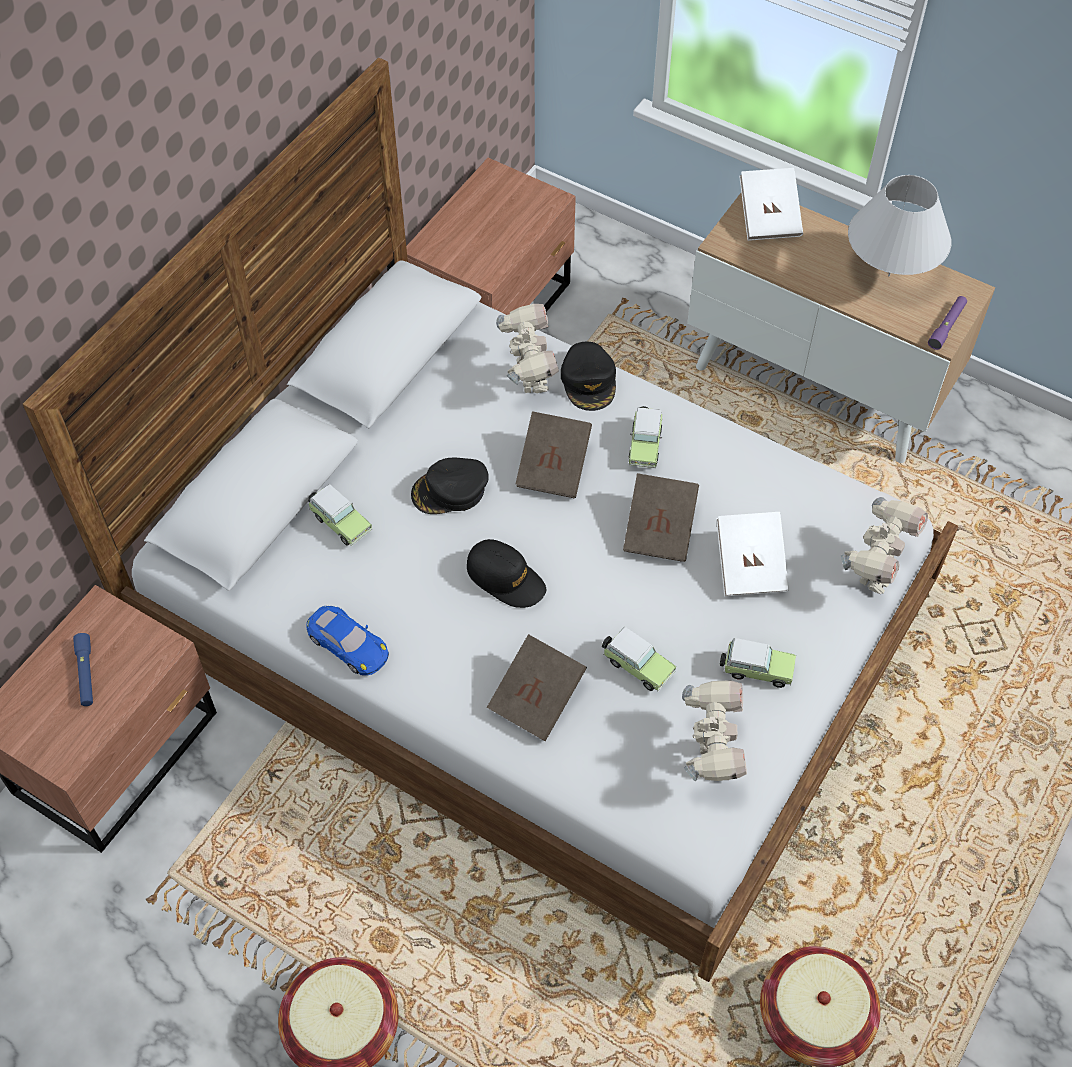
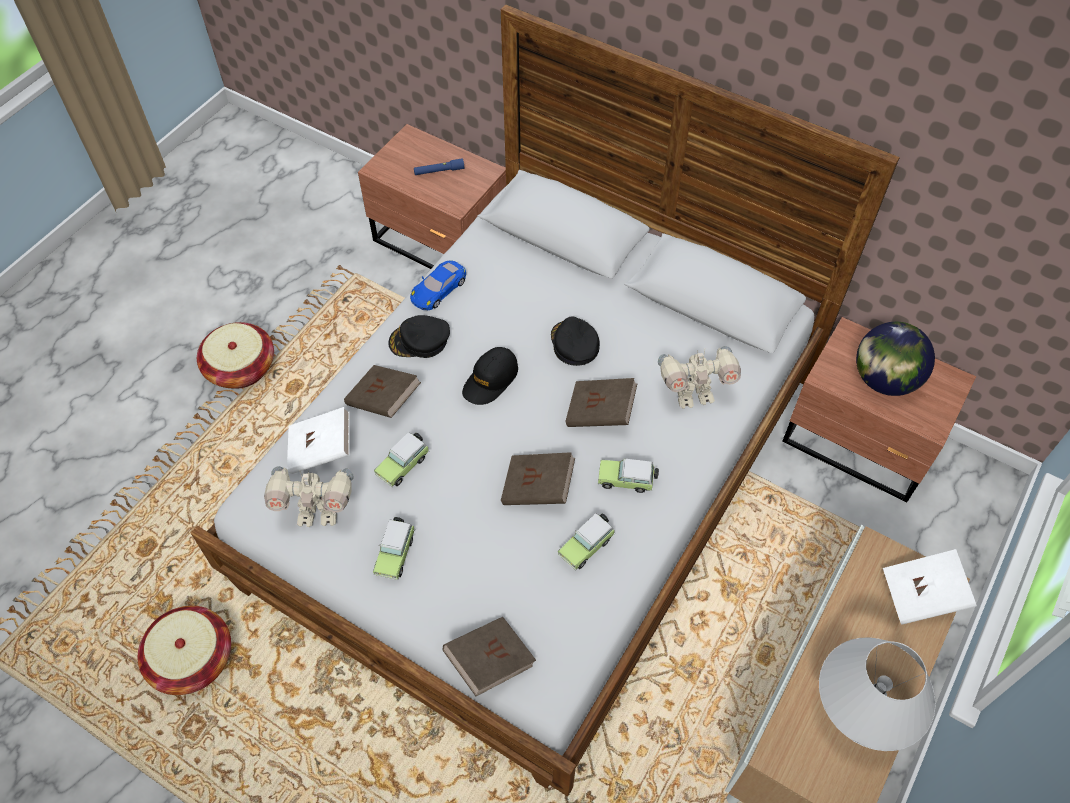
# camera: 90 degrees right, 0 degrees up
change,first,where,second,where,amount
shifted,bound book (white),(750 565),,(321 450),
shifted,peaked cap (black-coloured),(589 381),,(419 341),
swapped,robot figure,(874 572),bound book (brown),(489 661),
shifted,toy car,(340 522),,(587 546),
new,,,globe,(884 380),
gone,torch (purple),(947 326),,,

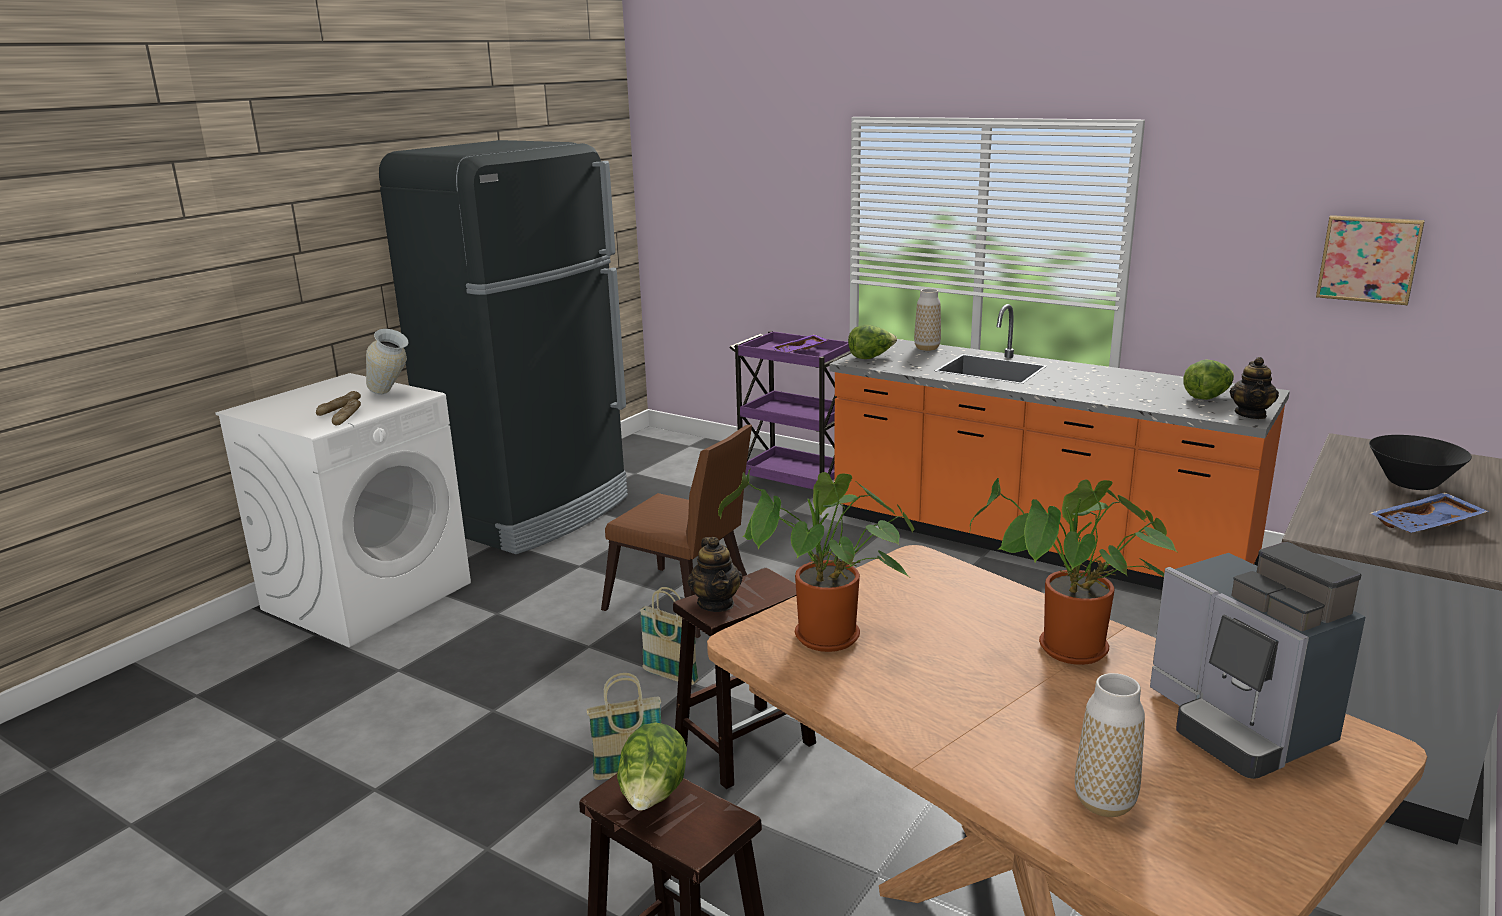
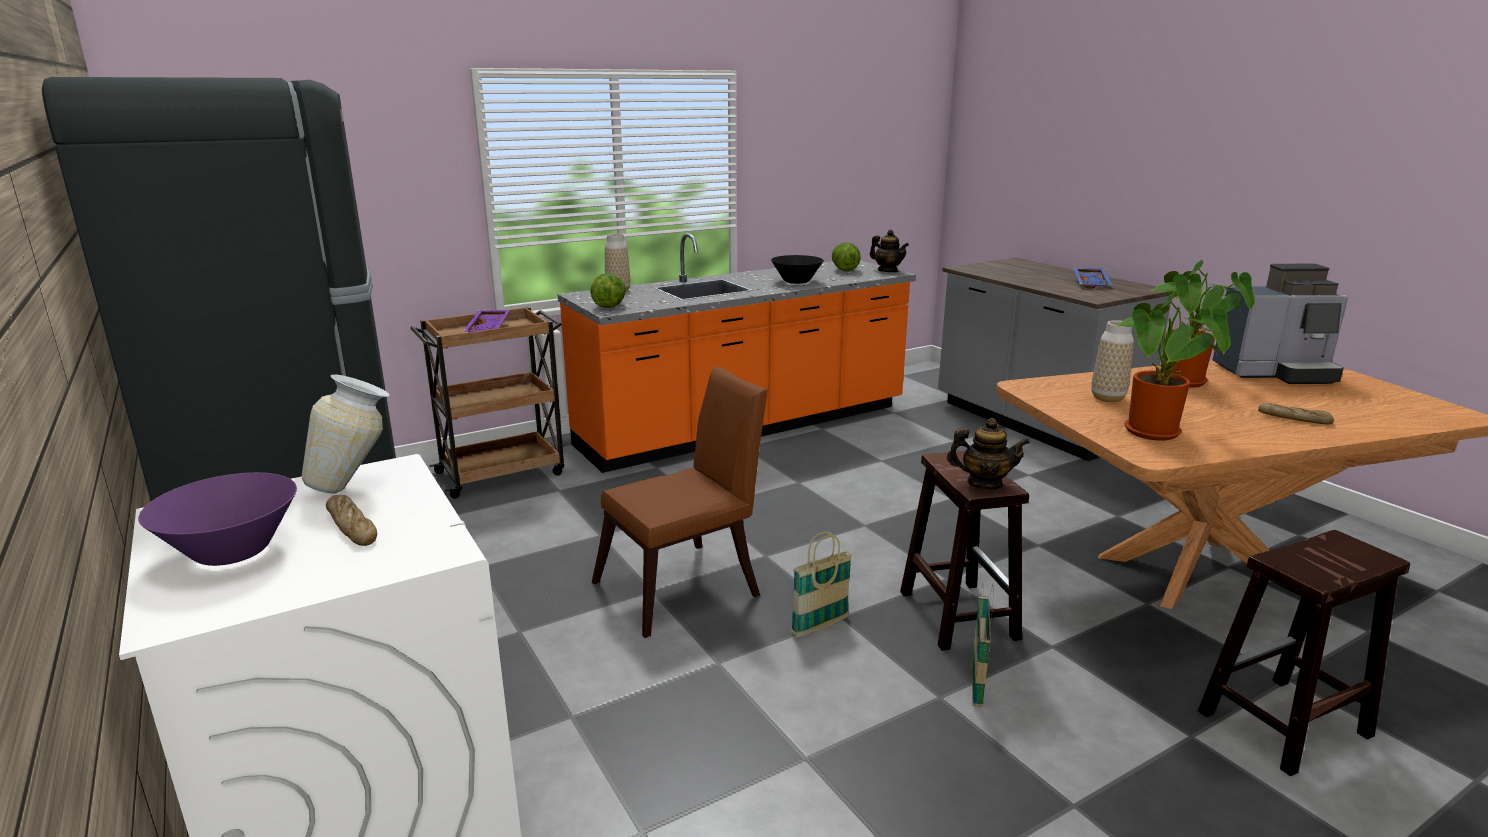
# camera: 65 degrees left, 0 degrees up
change,first,where,second,where,amount
new,,,serving bowl (purple),(232 551),
repainted,wheeled cart (purple),(796 482),wheeled cart (brown),(502 473),
shifted,serving bowl (black-coloured),(1412 483),,(797 281),
shifted,flower vase,(1104 802),,(1107 398),
shifted,baked bread,(347 417),,(1294 419),
gone,lettuce head,(653 796),,,
gone,wall picture,(1369 259),,,

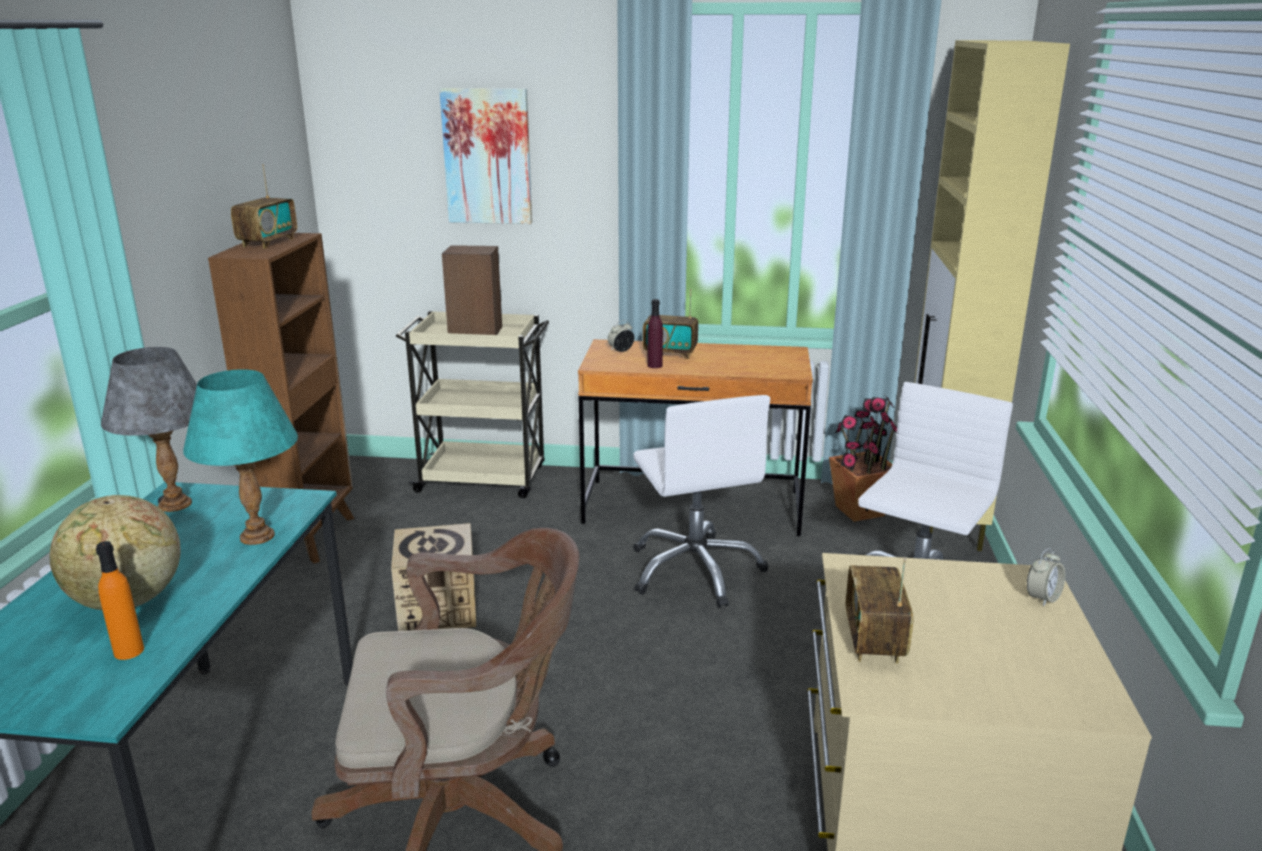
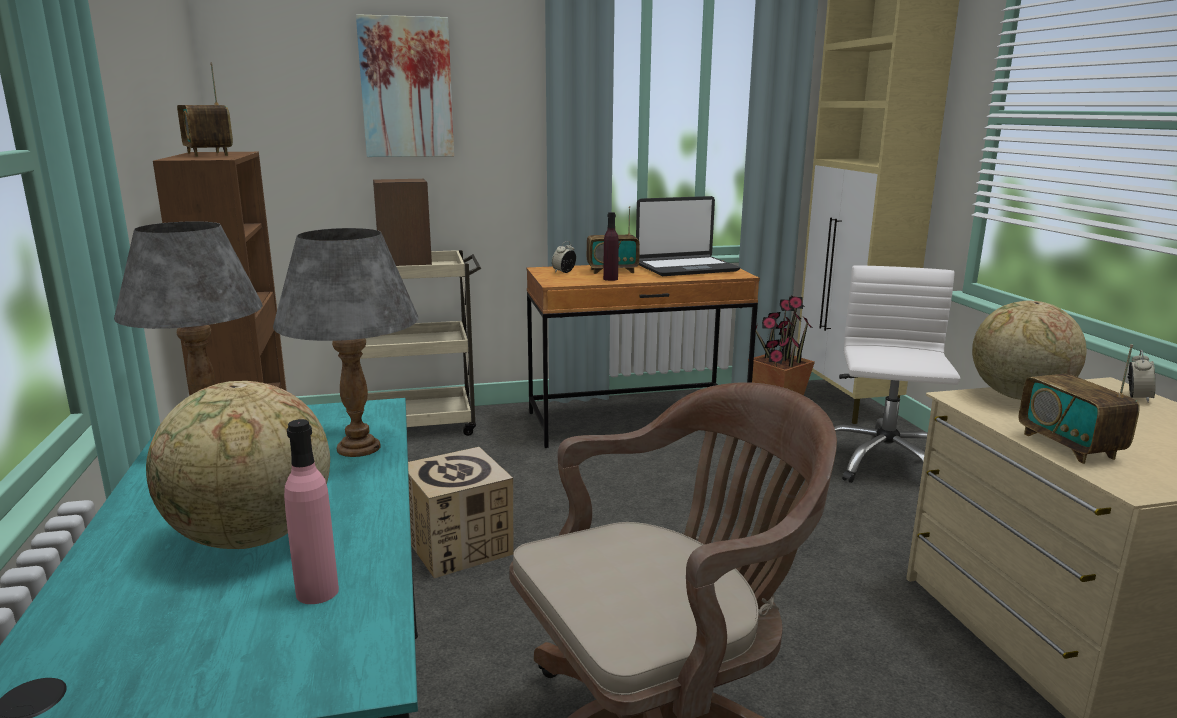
# camera: 20 degrees left, 5 degrees down
change,first,where,second,where,amount
rotated,radio receiver,(268 242),,(208 154),150 degrees clockwise
repainted,tabletop lamp (turquoise),(258 536),tabletop lamp (gray),(359 447),
repainted,bottle (orangey),(129 651),bottle (pink-coloured),(317 592),
new,,,laptop,(685 268),
new,,,globe,(1018 397),
gone,office chair (white),(696 570),,,

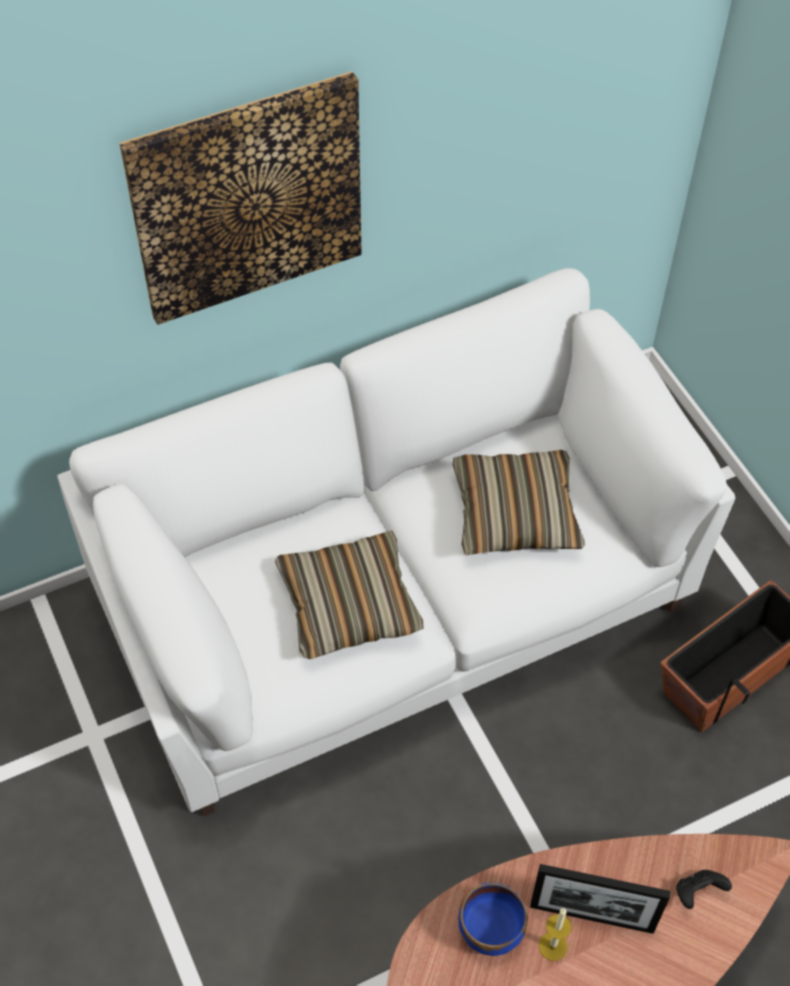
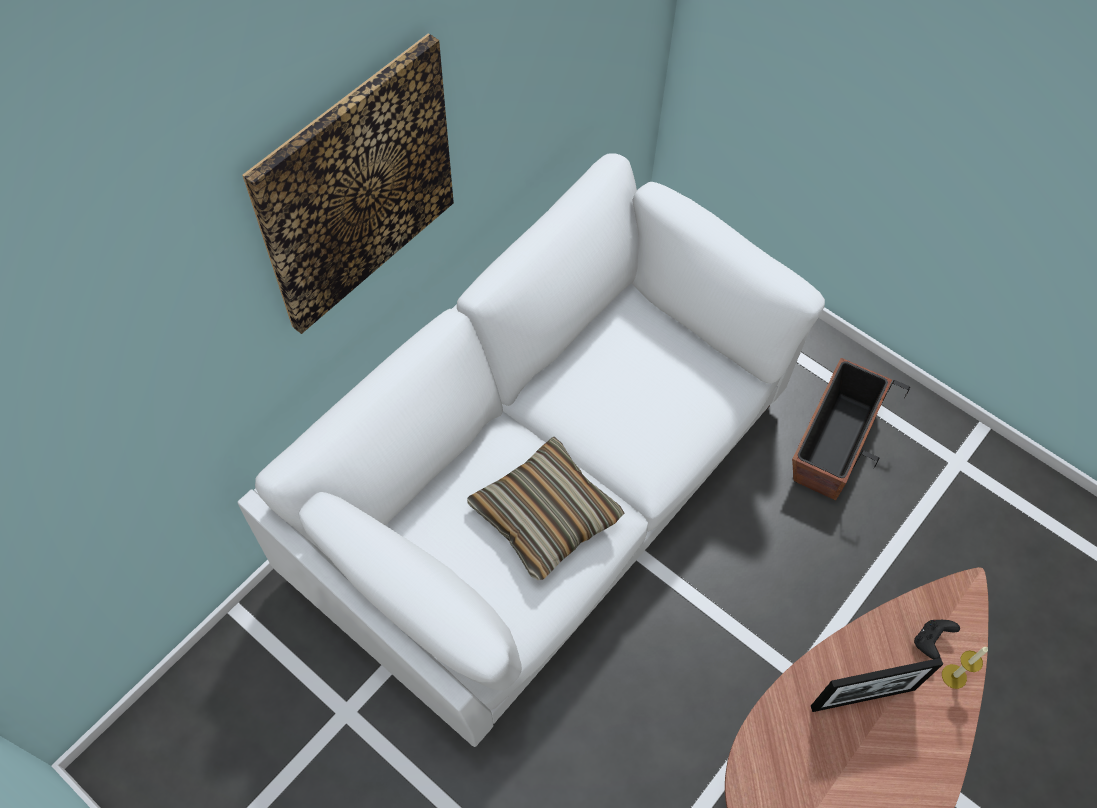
# camera: 25 degrees left, 5 degrees up
change,first,where,second,where,amount
shifted,candle,(553 946),,(954 676),
gone,pillow,(515 513),,,
gone,serving bowl (blue),(490 930),,,

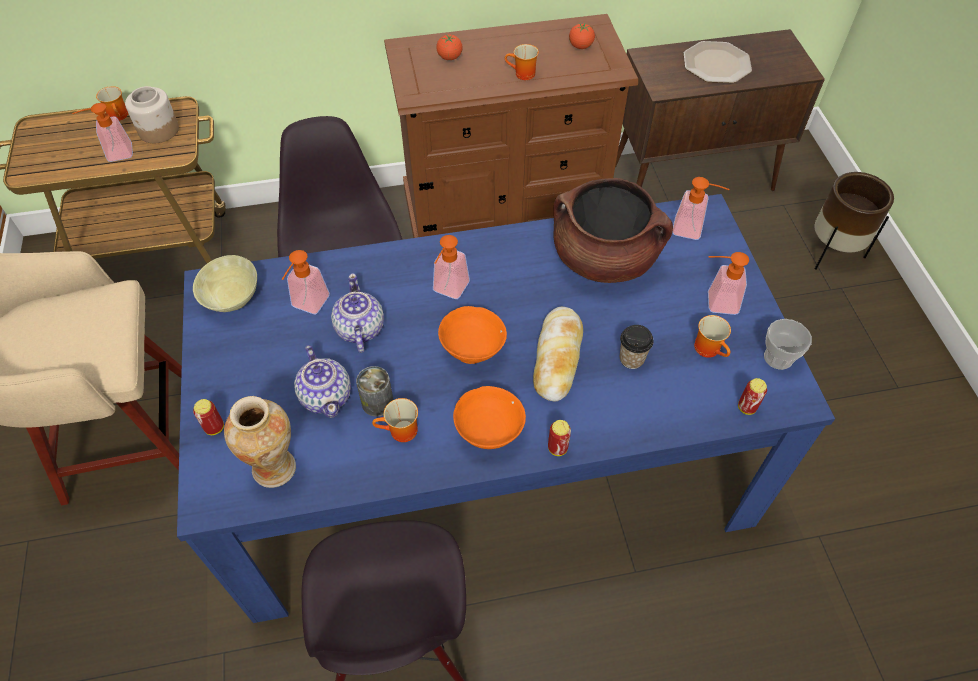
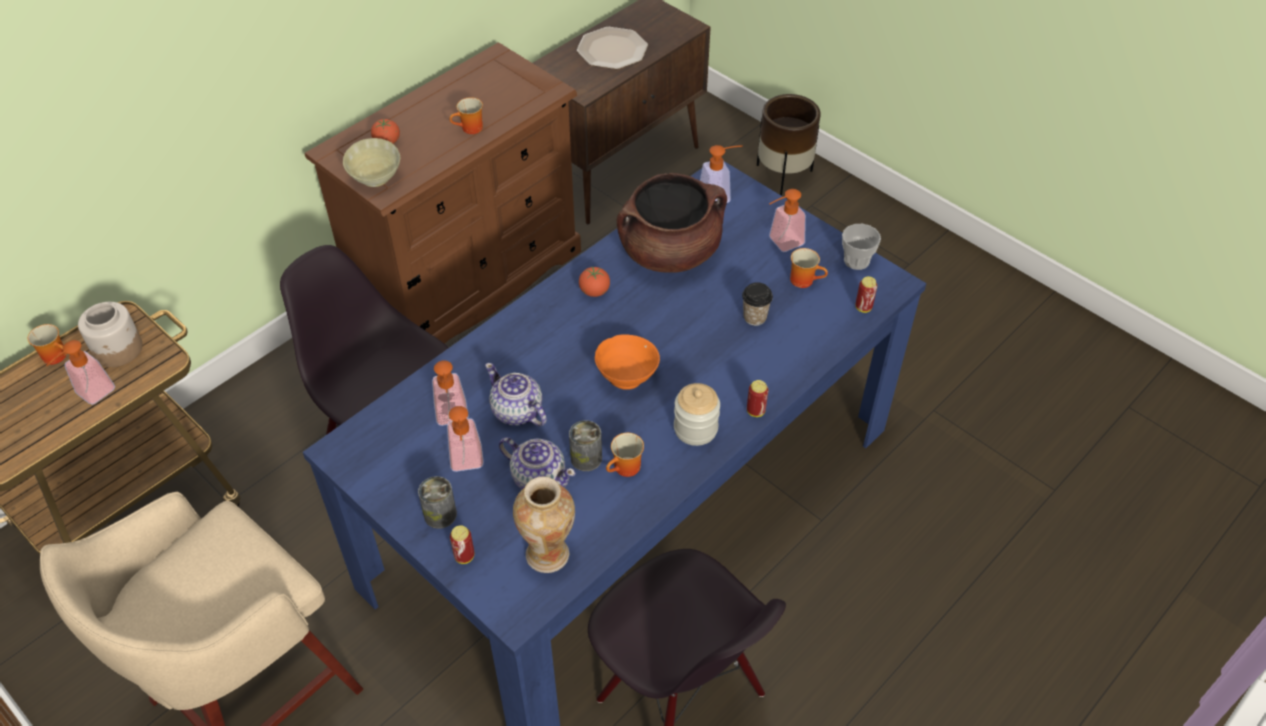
# camera: 35 degrees left, 5 degrees down
change,first,where,second,where,amount
shifted,serving bowl (beige),(232 300),,(375 179),
new,,,metal can,(440 514),
shifted,liquid soap bottle,(448 291),,(467 464),
shifted,tomato,(580 46),,(594 291),
swapped,serving bowl (orangey),(490 432),storage jar,(695 428),
gone,baked bread,(557 357),,,

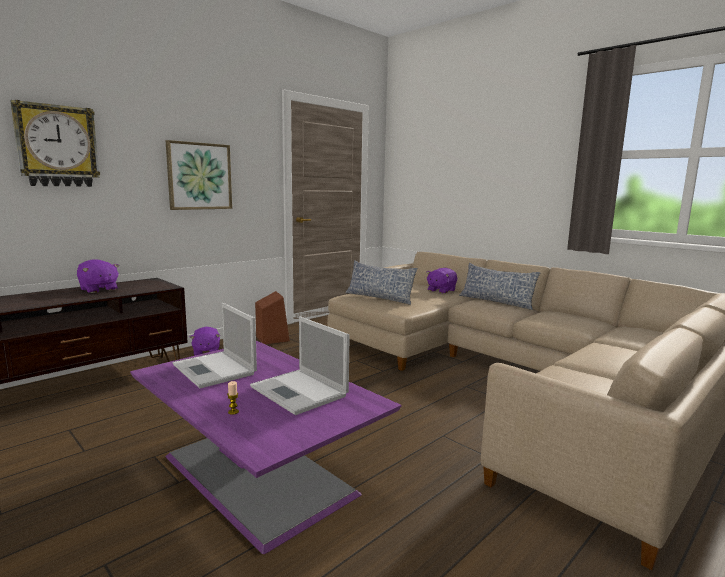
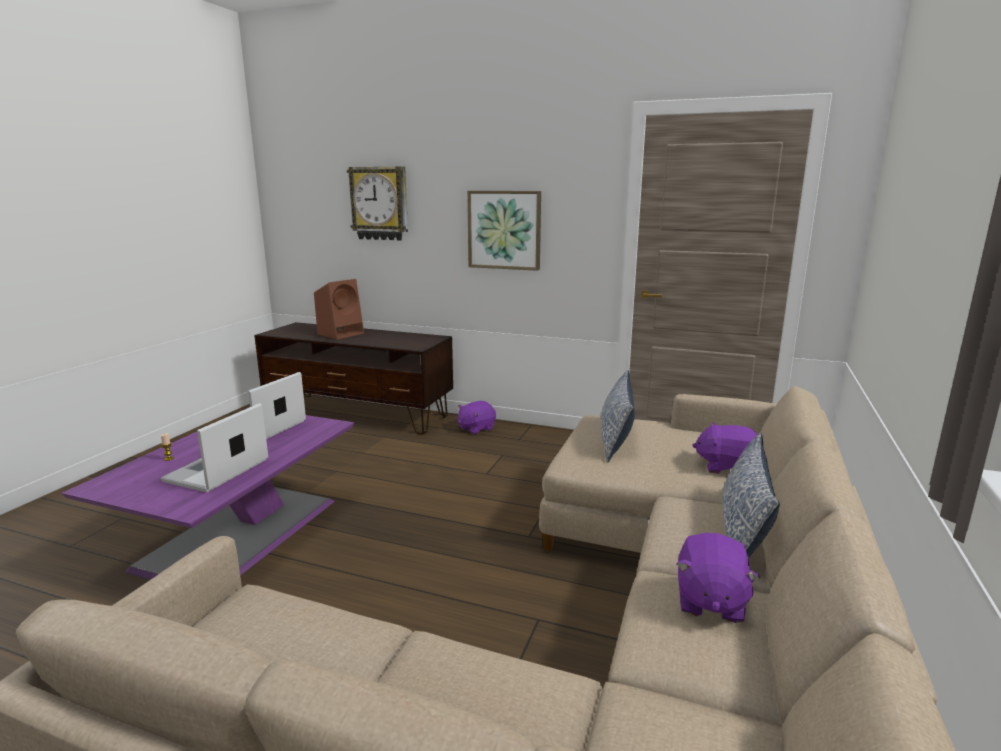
# camera: 65 degrees right, 5 degrees up
change,first,where,second,where,amount
shifted,audio speaker (brown),(272 338),,(341 333),
shifted,cuddly toy (purple),(98 289),,(709 601),

